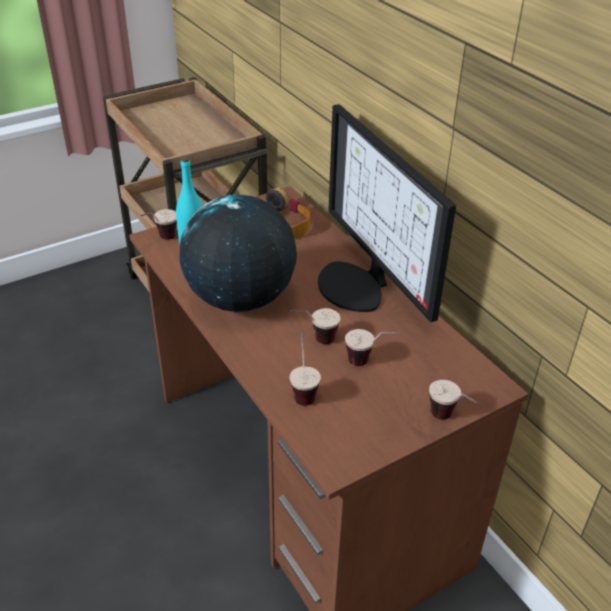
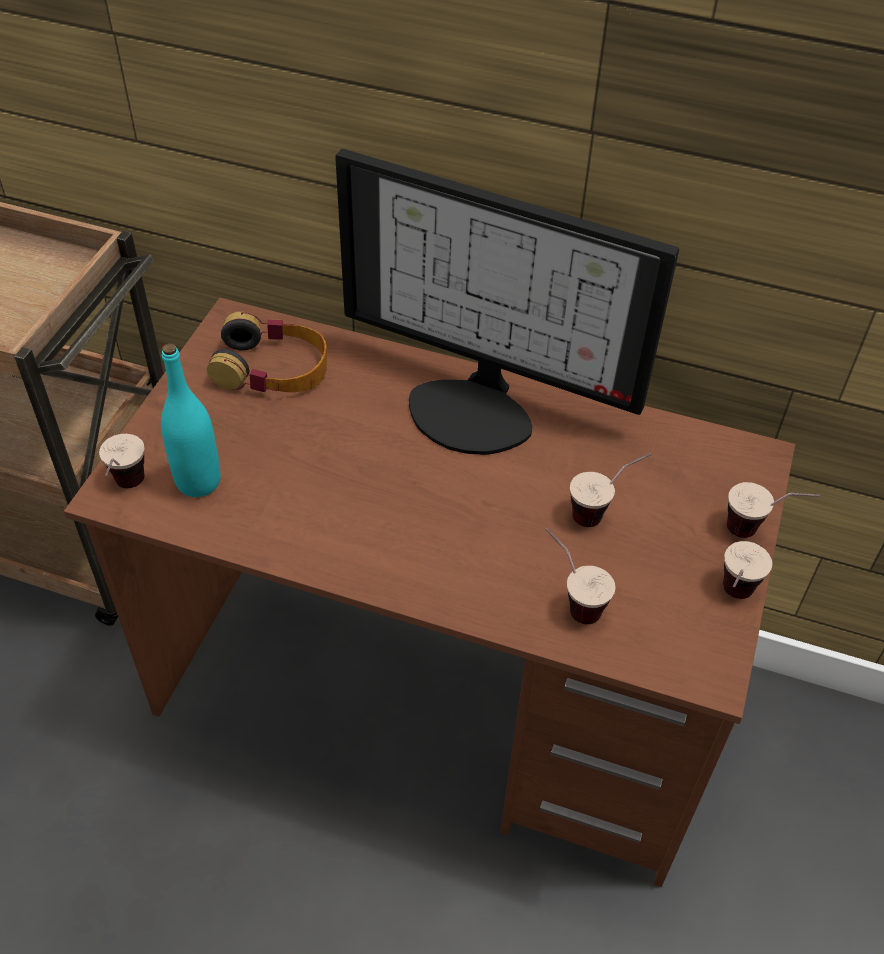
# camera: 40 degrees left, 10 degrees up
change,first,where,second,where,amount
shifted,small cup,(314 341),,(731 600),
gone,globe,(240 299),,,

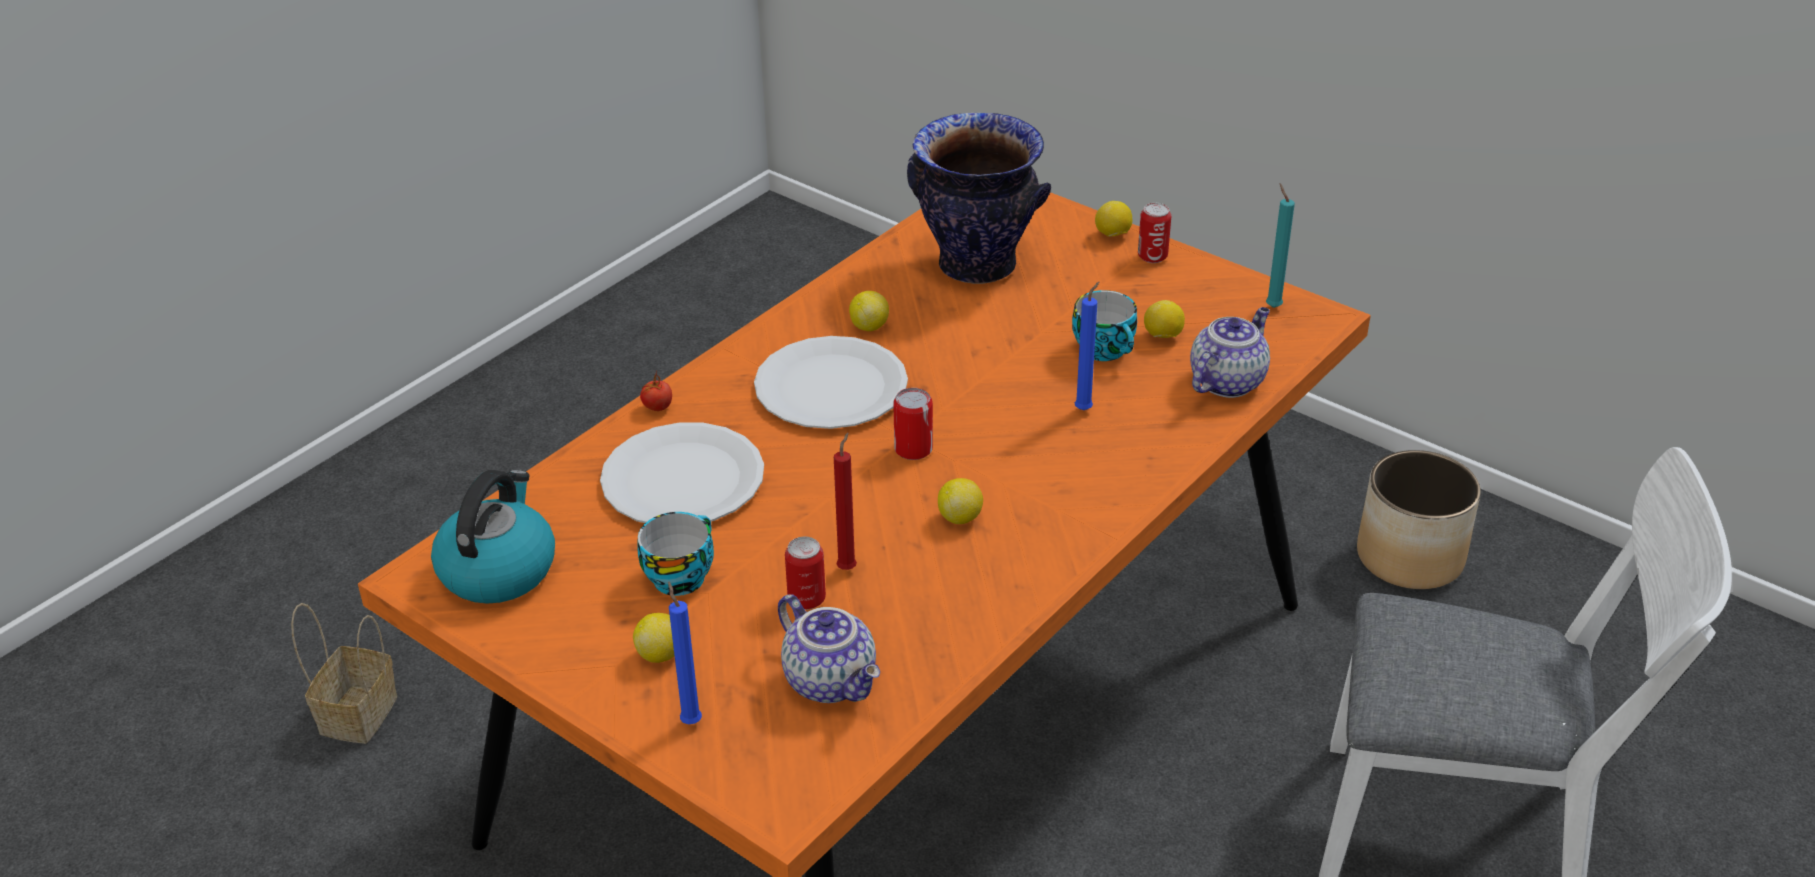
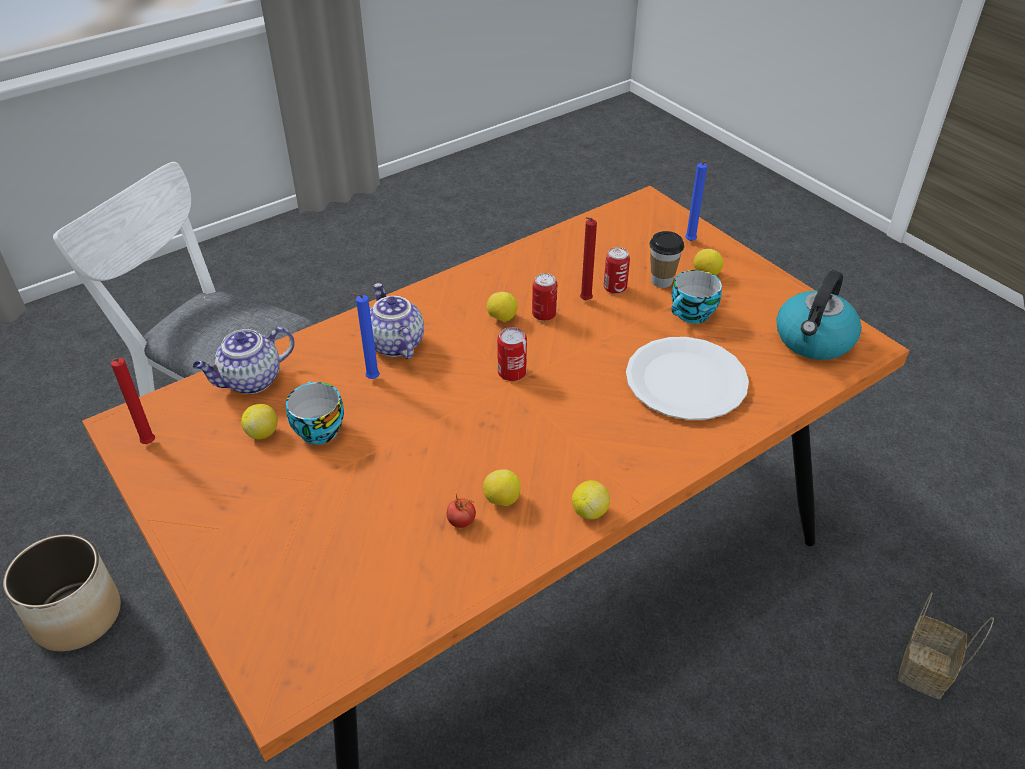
# camera: 165 degrees left, 5 degrees up
change,first,where,second,where,amount
repainted,candle (turquoise),(1272 306),candle (red-coloured),(148 445),
shifted,pot for tea,(832 681),,(394 344),
shifted,tomato,(657 407),,(461 521),
shifted,metal can,(1152 257),,(544 315),
shifted,citrus fruit,(1112 235),,(589 511),
new,,,small cup,(661 281),
gone,plate (white),(831 387),,,
gone,flower vase,(977 265),,,

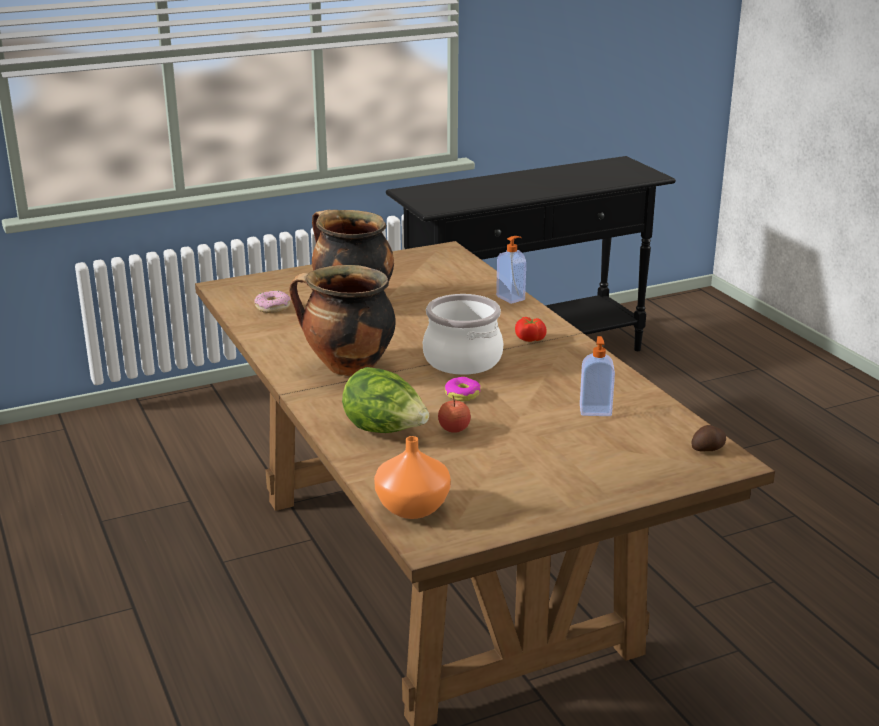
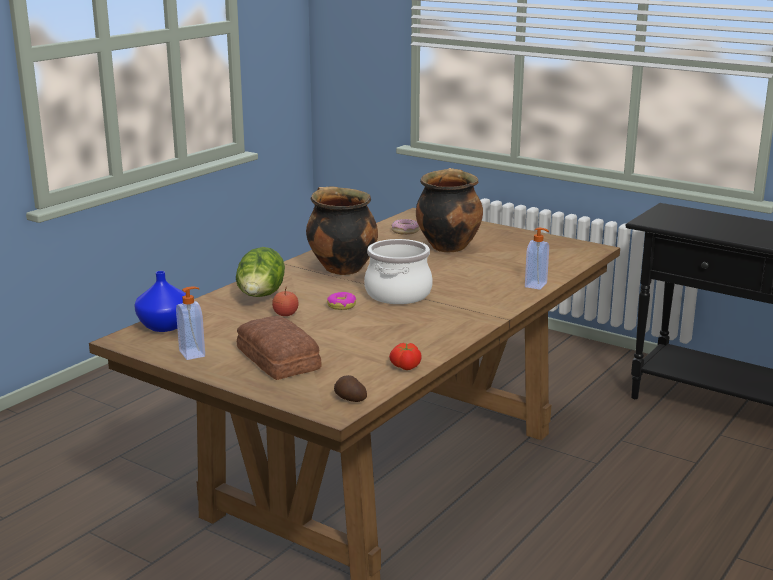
# camera: 60 degrees right, 5 degrees down
change,first,where,second,where,amount
repainted,flower vase (orangey),(411 507),flower vase (blue),(164 326),
shifted,liquid soap bottle,(595 410),,(193 353),
new,,,baked bread,(277 359),
shifted,tomato,(530 339),,(405 366),

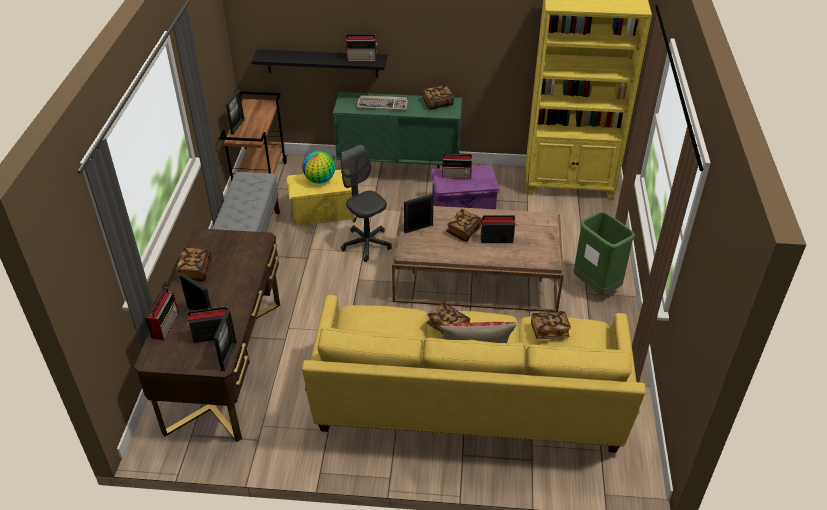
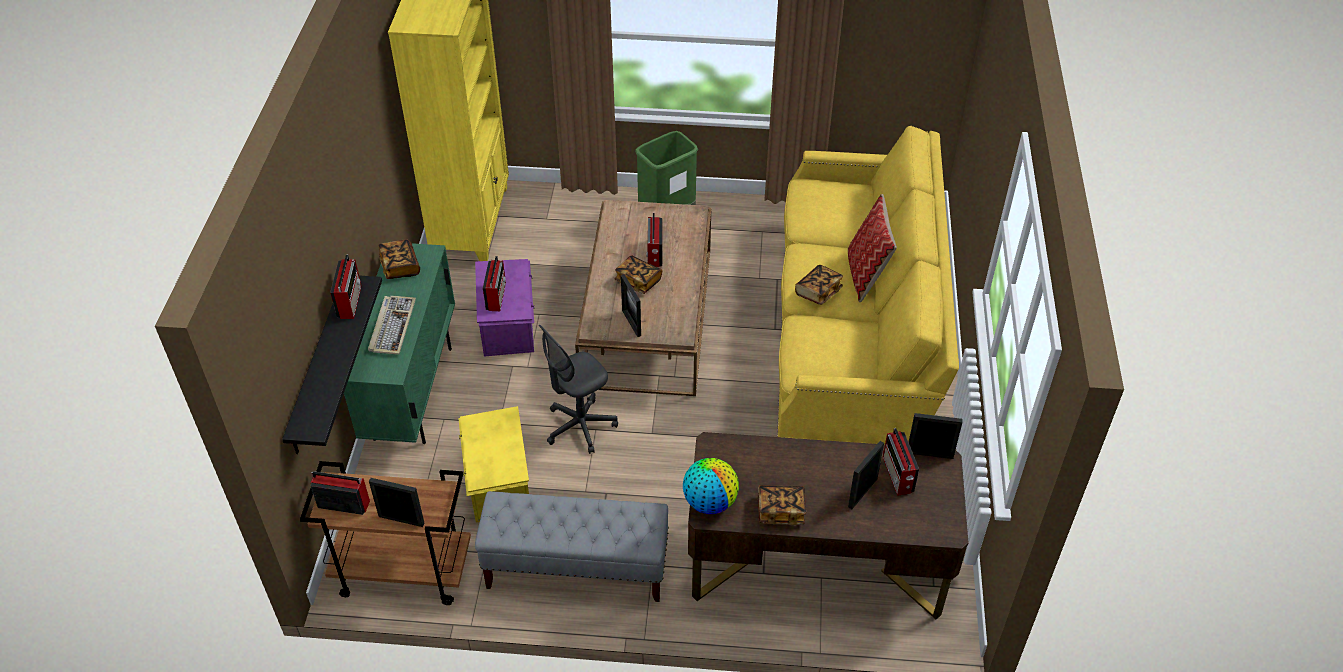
# camera: 90 degrees left, 5 degrees up
change,first,where,second,where,amount
shifted,radio receiver,(166 324),,(342 504),
shifted,globe,(320 180),,(710 502),
gone,bound book,(549 331),,,

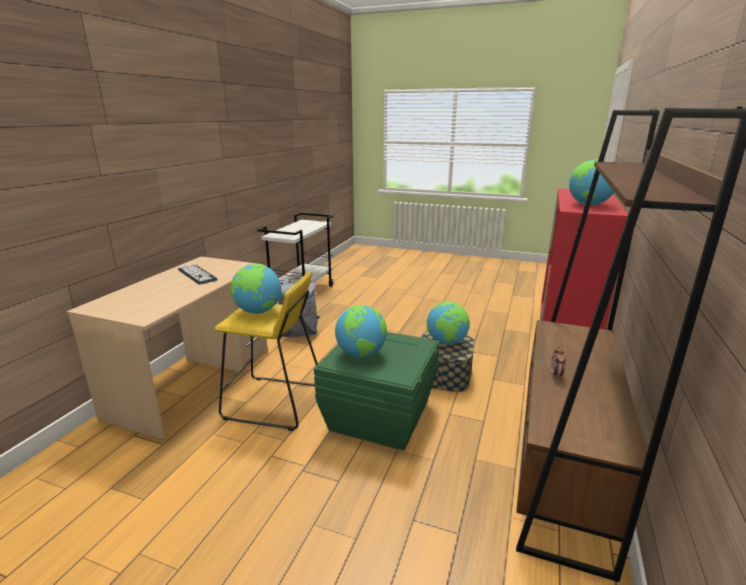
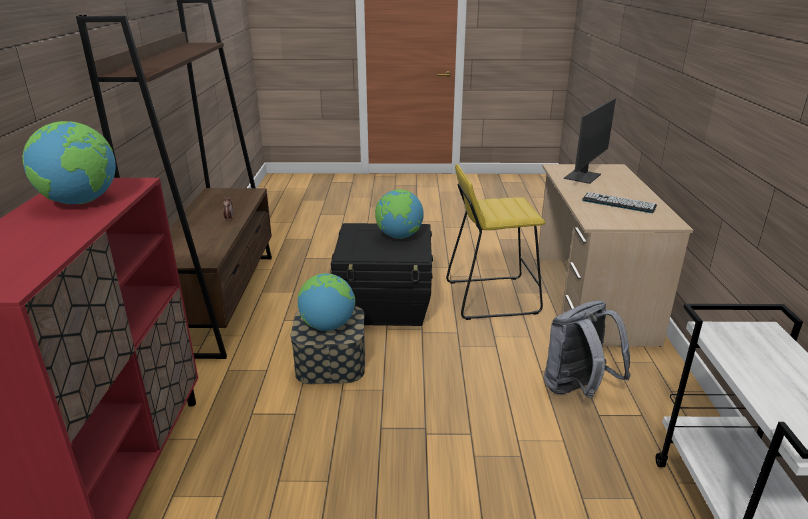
# camera: 160 degrees right, 5 degrees up
change,first,where,second,where,amount
repainted,storage bin (green-coloured),(379 415),storage bin (black-coloured),(385 305),
new,,,computer display,(583 176),
gone,globe,(258 311),,,

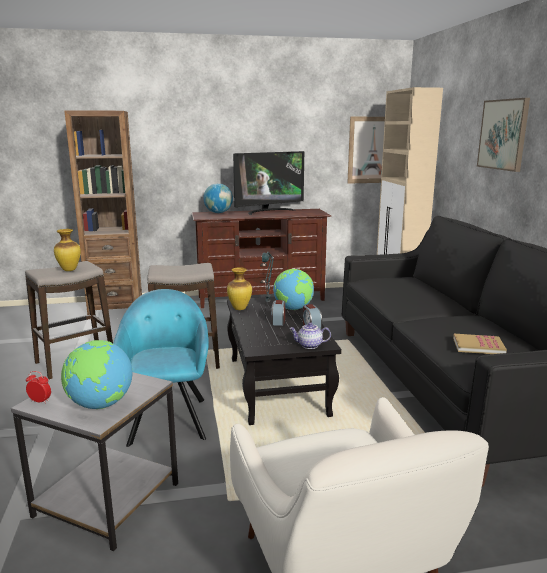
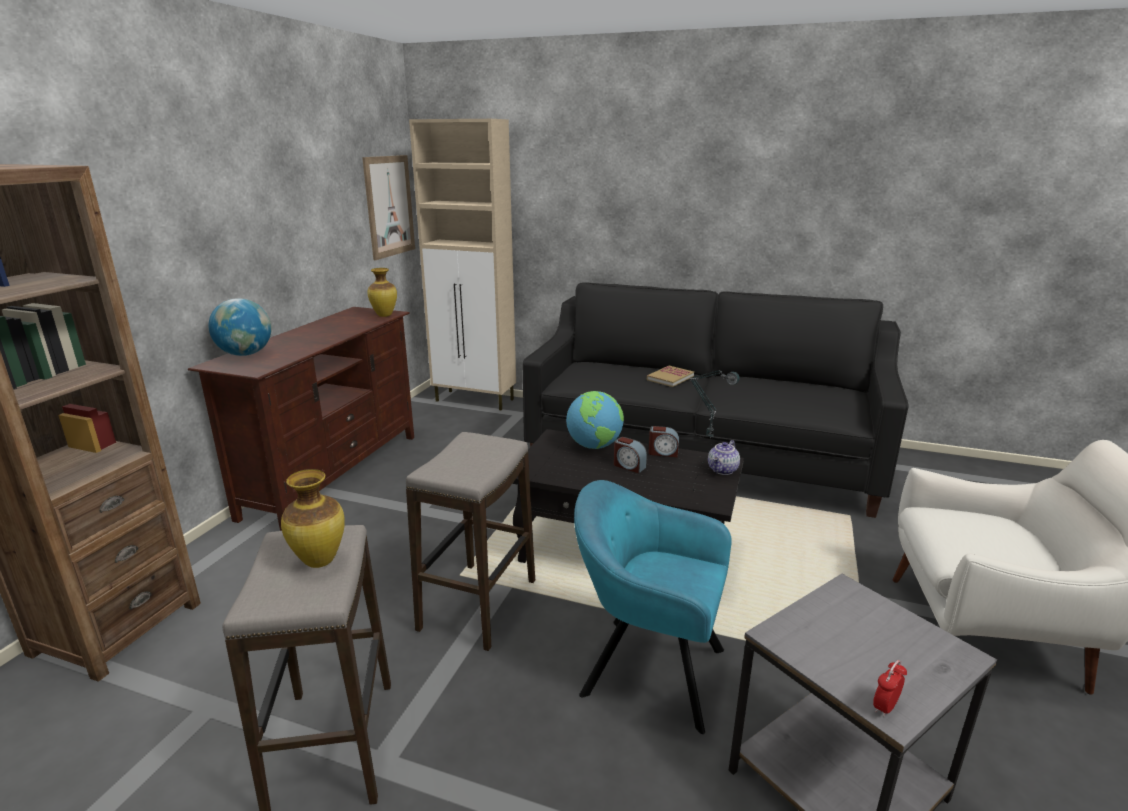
# camera: 60 degrees left, 5 degrees up
change,first,where,second,where,amount
shifted,flower vase,(240 309),,(385 315),
shifted,bound book,(478 346),,(670 378),
gone,globe,(100 405),,,
gone,TV,(268 211),,,
gone,wall picture,(503 134),,,

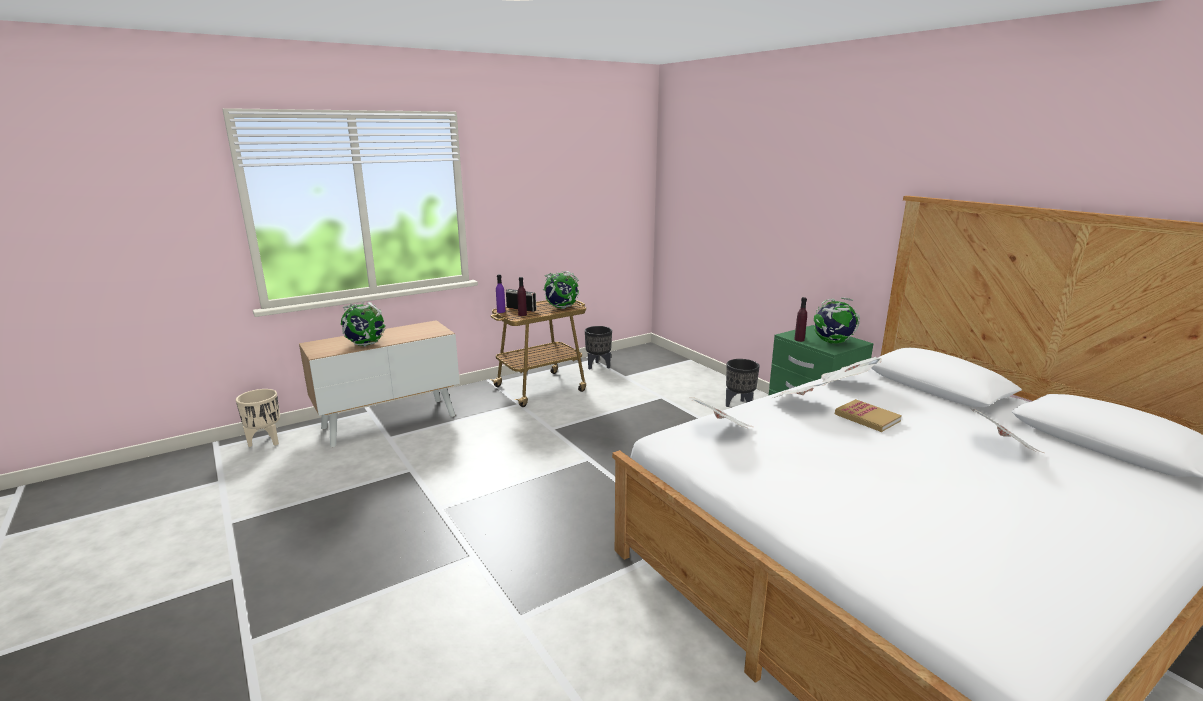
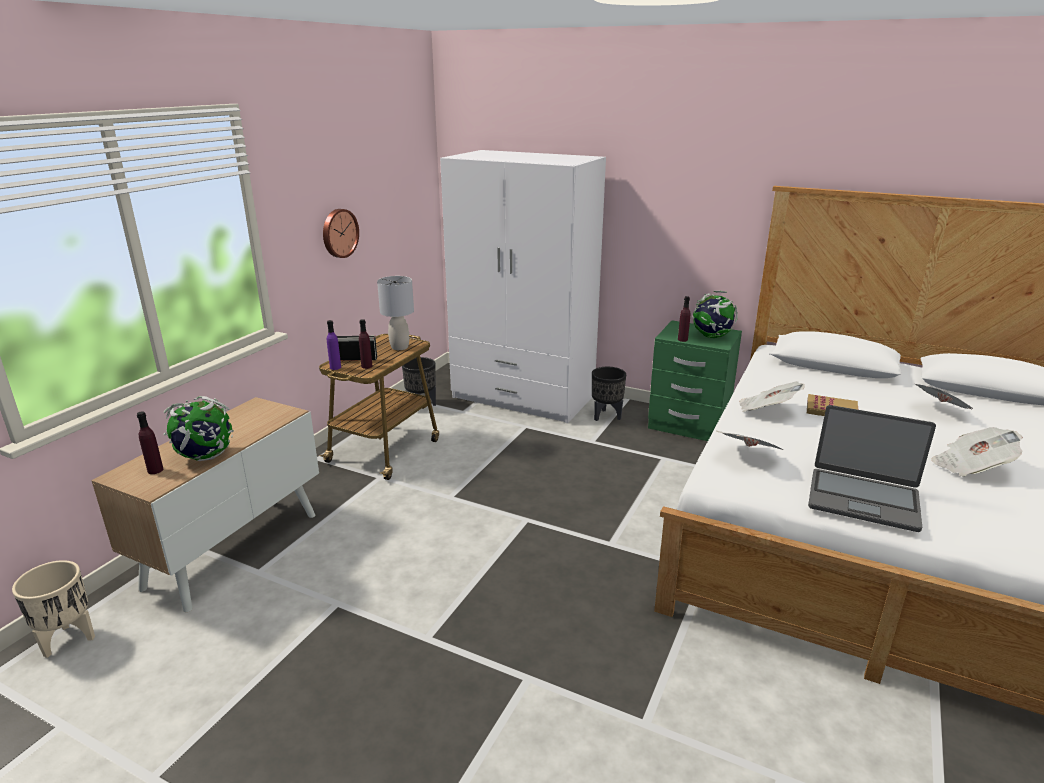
# camera: 30 degrees left, 5 degrees up
change,first,where,second,where,amount
new,,,bottle (purple),(155 470),
new,,,hanging clock,(339 233),
swapped,globe,(561 307),tabletop lamp (gray),(400 347),
new,,,armoire (white),(523 397),
new,,,laptop,(863 499),
shifted,newspaper,(846 384),,(971 467),

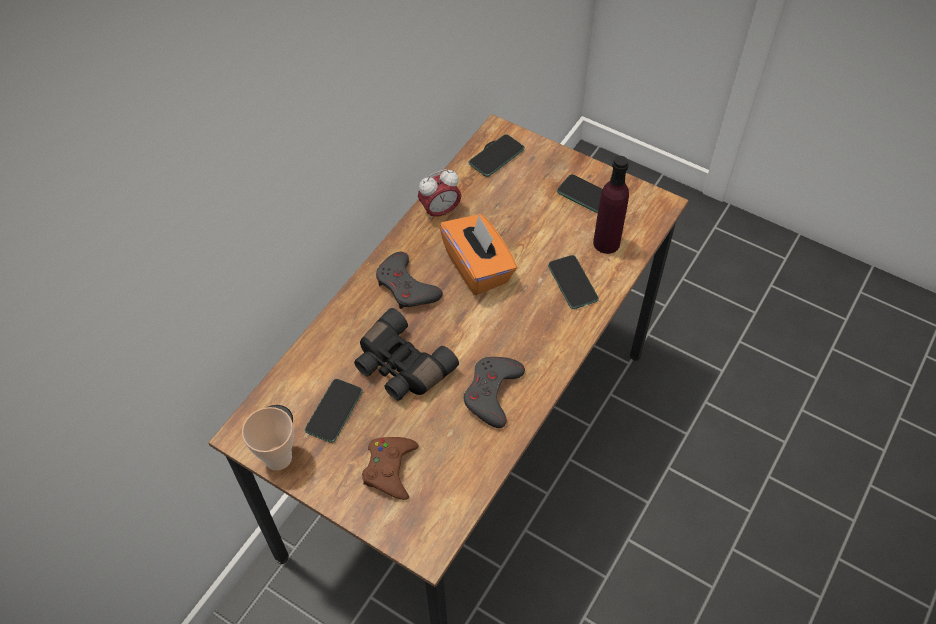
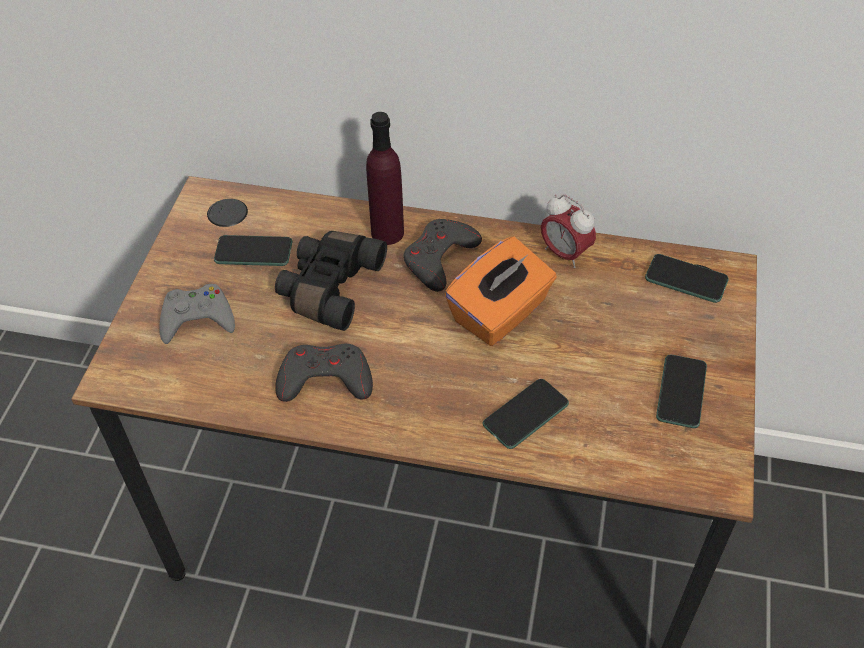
# camera: 70 degrees right, 5 degrees down
change,first,where,second,where,amount
repainted,gamepad (brown),(390 469),gamepad (gray),(197 318),
shifted,bottle (purple),(606 243),,(387 233),
gone,small cup,(278 458),,,

